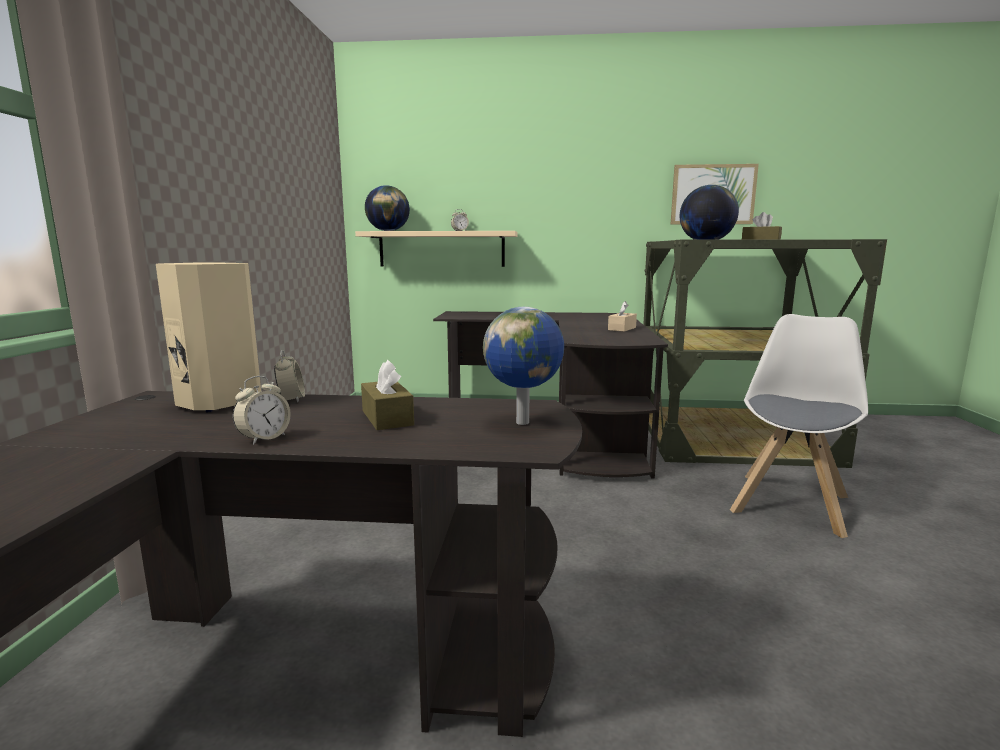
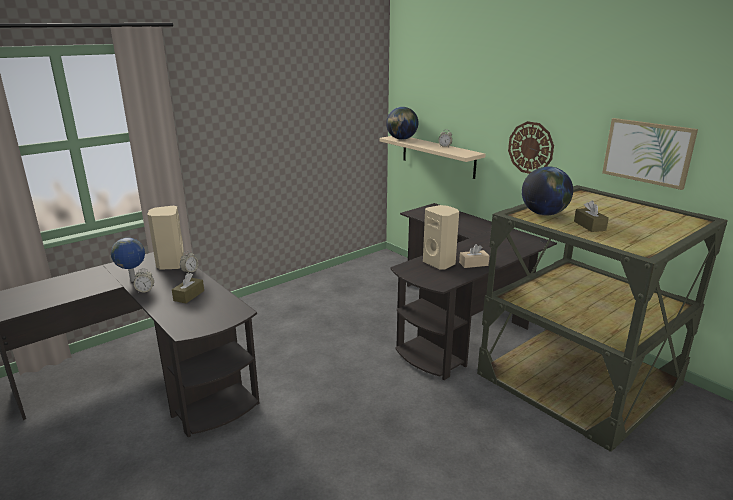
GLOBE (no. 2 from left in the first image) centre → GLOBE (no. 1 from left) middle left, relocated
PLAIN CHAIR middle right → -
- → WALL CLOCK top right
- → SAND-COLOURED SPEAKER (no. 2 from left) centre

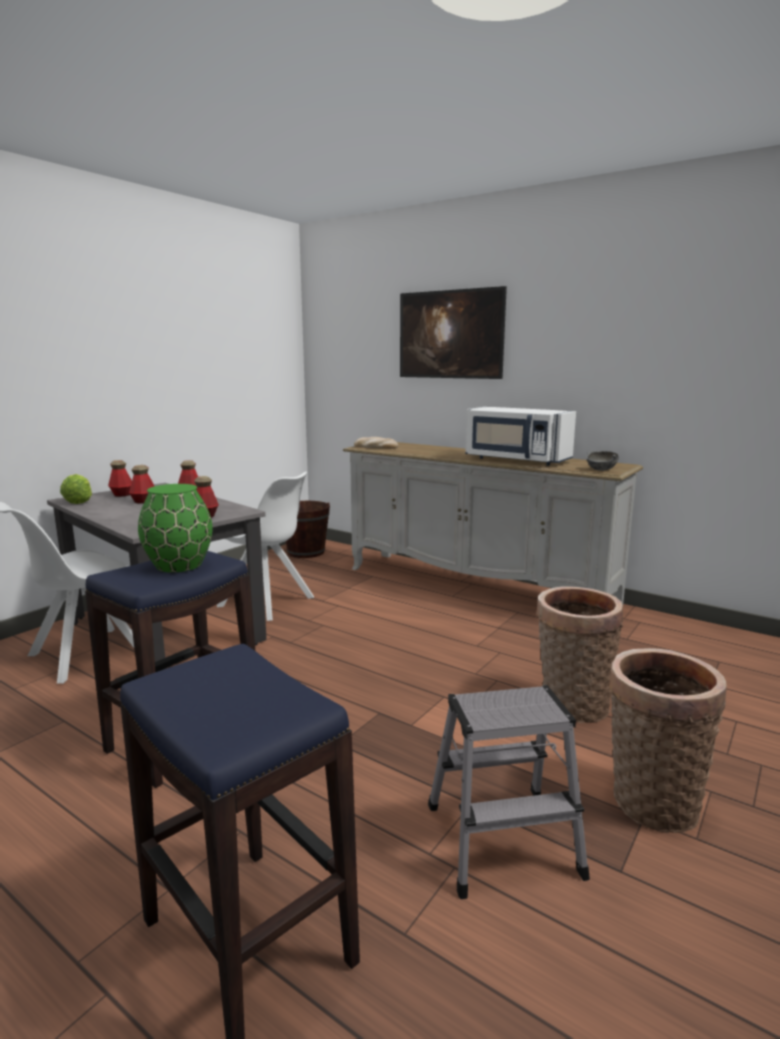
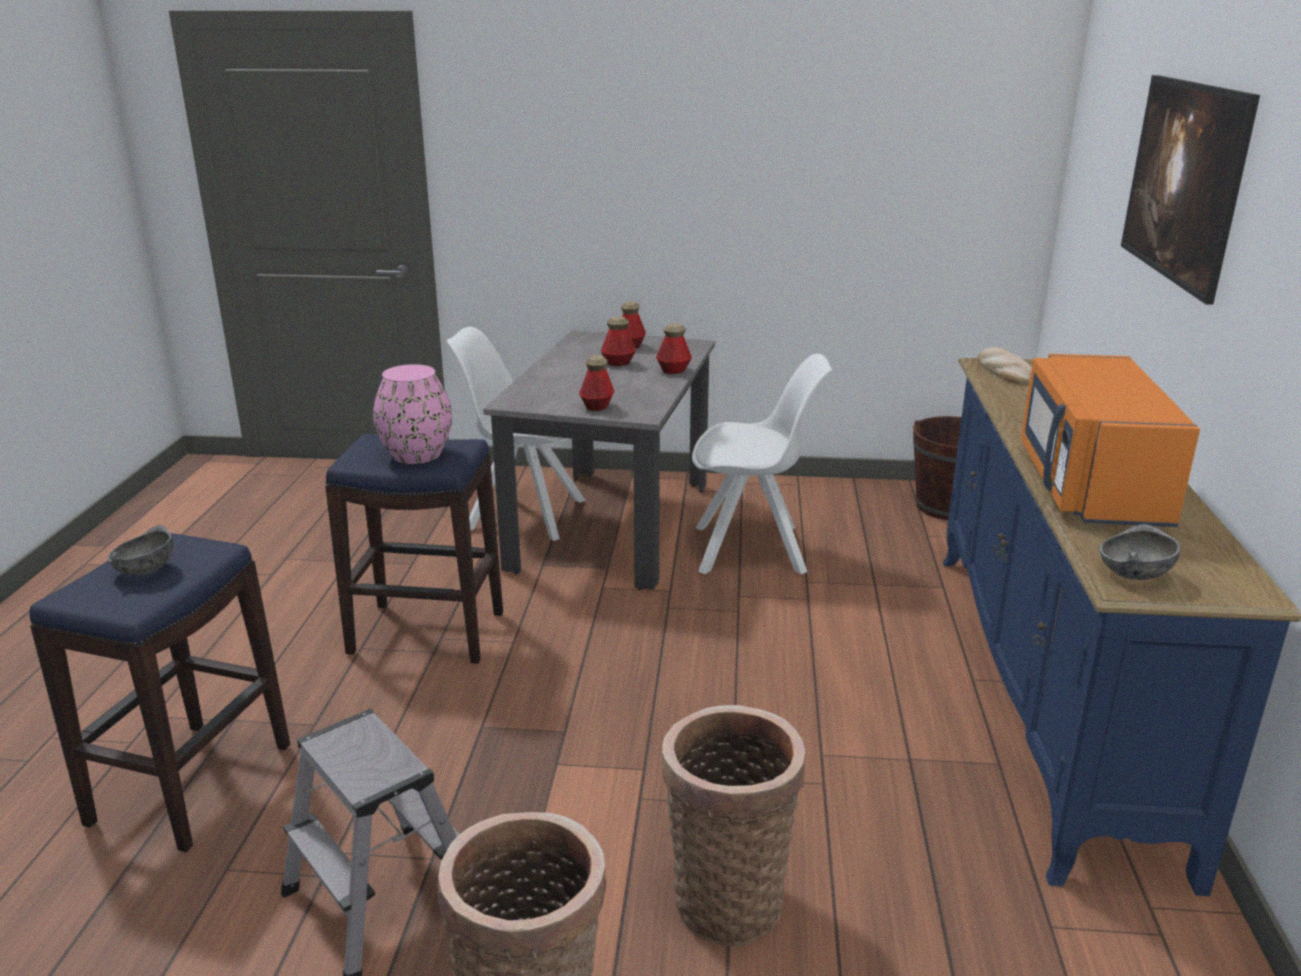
WHITE-COLOURED KITCHEN MICROWAVE middle right → ORANGEY KITCHEN MICROWAVE middle right
GREYISH CUPBOARD centre → BLUE CUPBOARD middle right
WHITE-COLOURED PLAIN CHAIR (no. 2 from left) centre, 90 degrees counterclockwise
LETTUCE HEAD middle left → -
GREEN-COLOURED DECORATIVE VASE middle left → PINKISH DECORATIVE VASE middle left
- → GREYISH SERVING BOWL (no. 1 from left) middle left

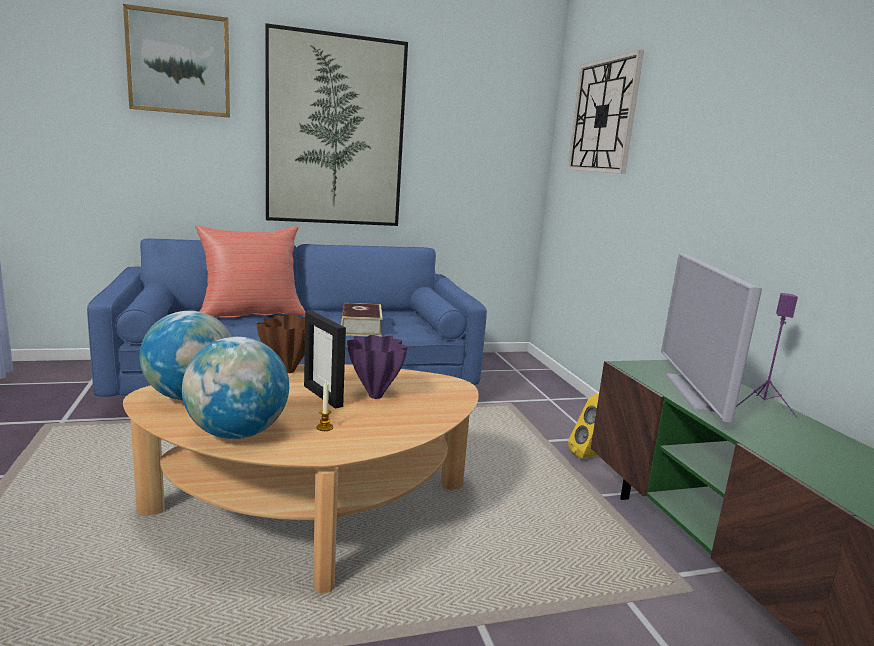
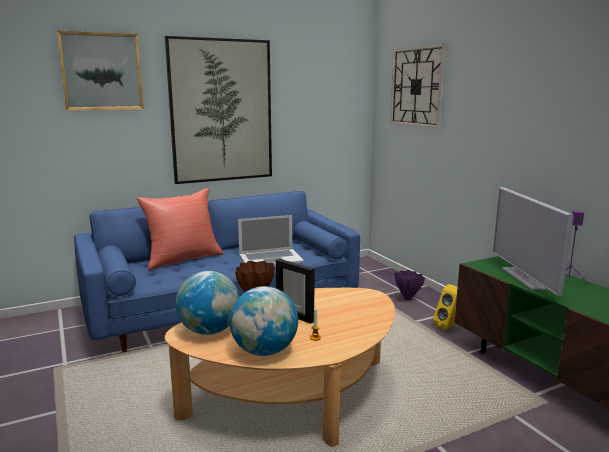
VOLUME centre → NOTEBOOK COMPUTER centre
PURPLE-COLOURED DECORATIVE VASE centre → PURPLE-COLOURED DECORATIVE VASE middle right, relocated

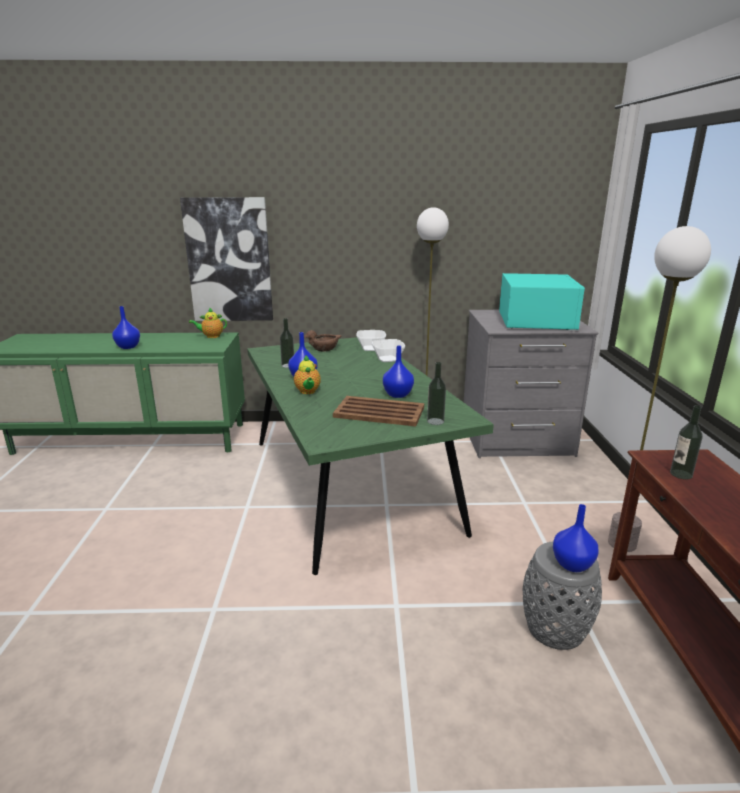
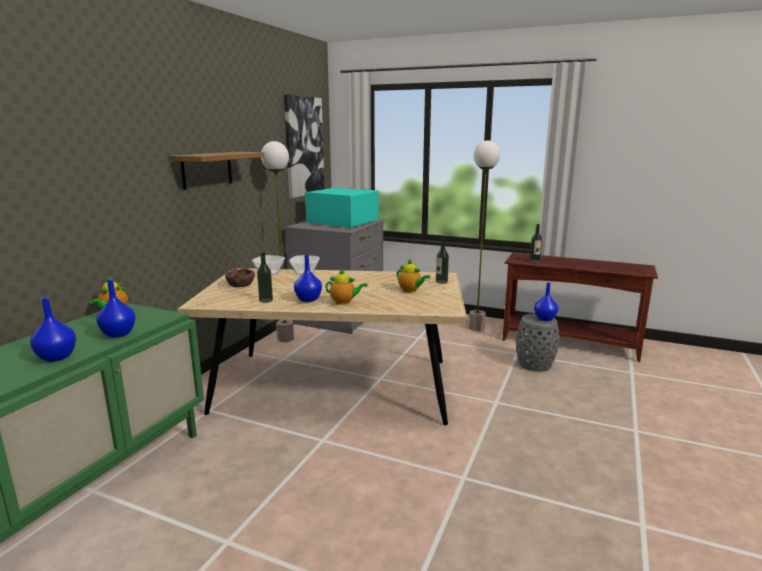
WALL ART top left → WALL ART top centre, relocated
GREEN-COLOURED DINNER TABLE centre → SAND-COLOURED DINNER TABLE centre
BLUE DECORATIVE VASE (no. 3 from left in the first image) centre → BLUE DECORATIVE VASE (no. 2 from left) middle left, relocated
BROWN SERVING TRAY centre → TEA POT (no. 3 from left) centre
- → SHELF top left

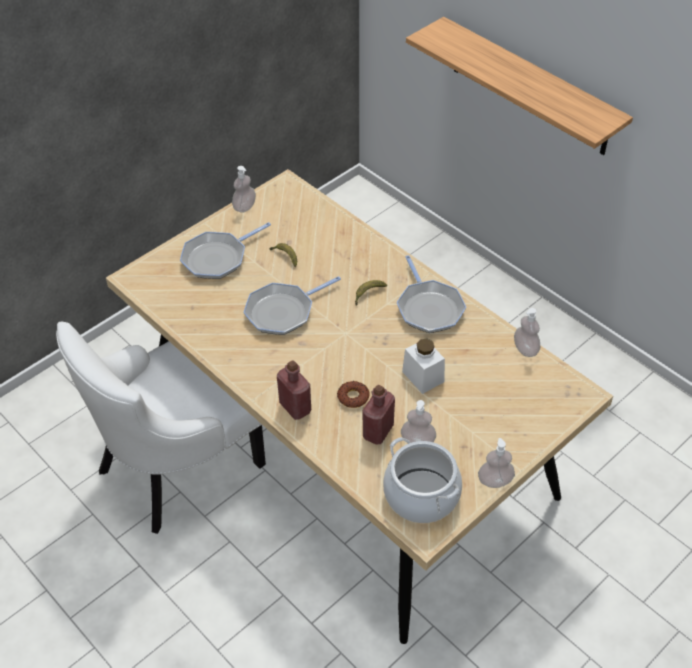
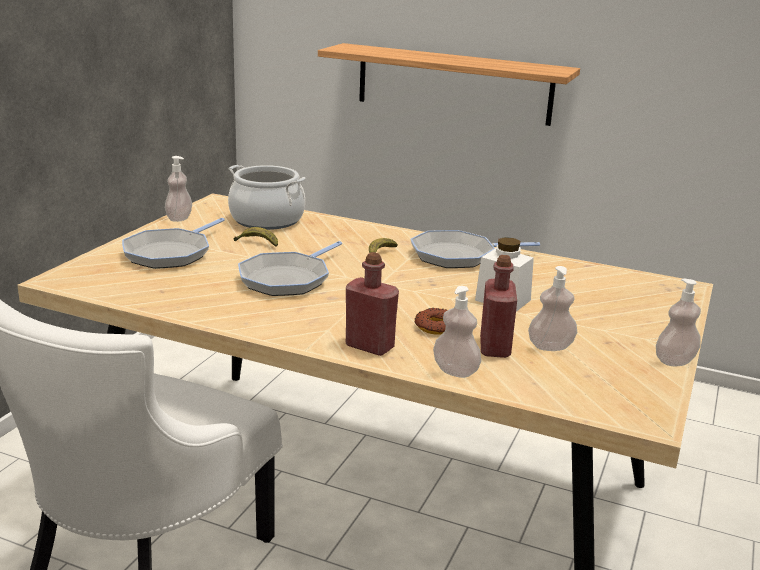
PAN (no. 3 from left) centre, 120 degrees clockwise
SOAP DISPENSER (no. 4 from left in the first image) middle right → SOAP DISPENSER (no. 2 from left) centre, relocated
COOKING POT bottom centre → COOKING POT centre, relocated

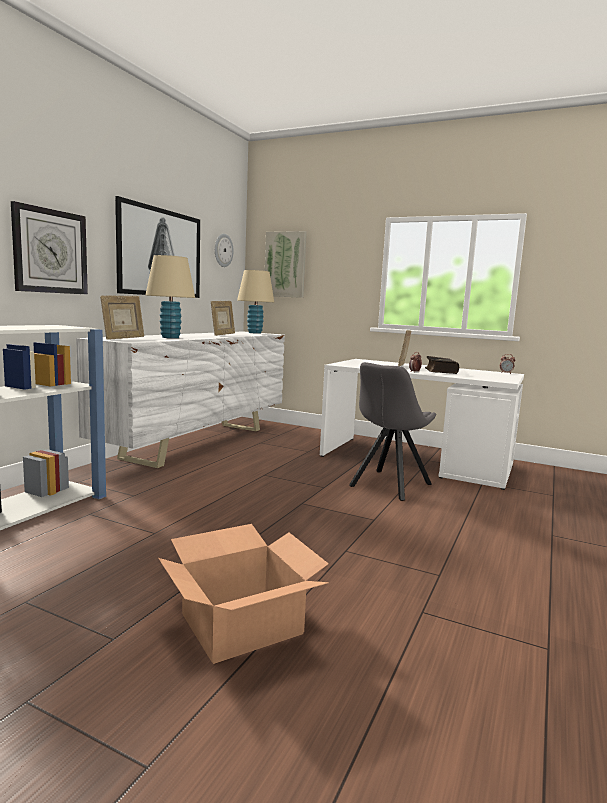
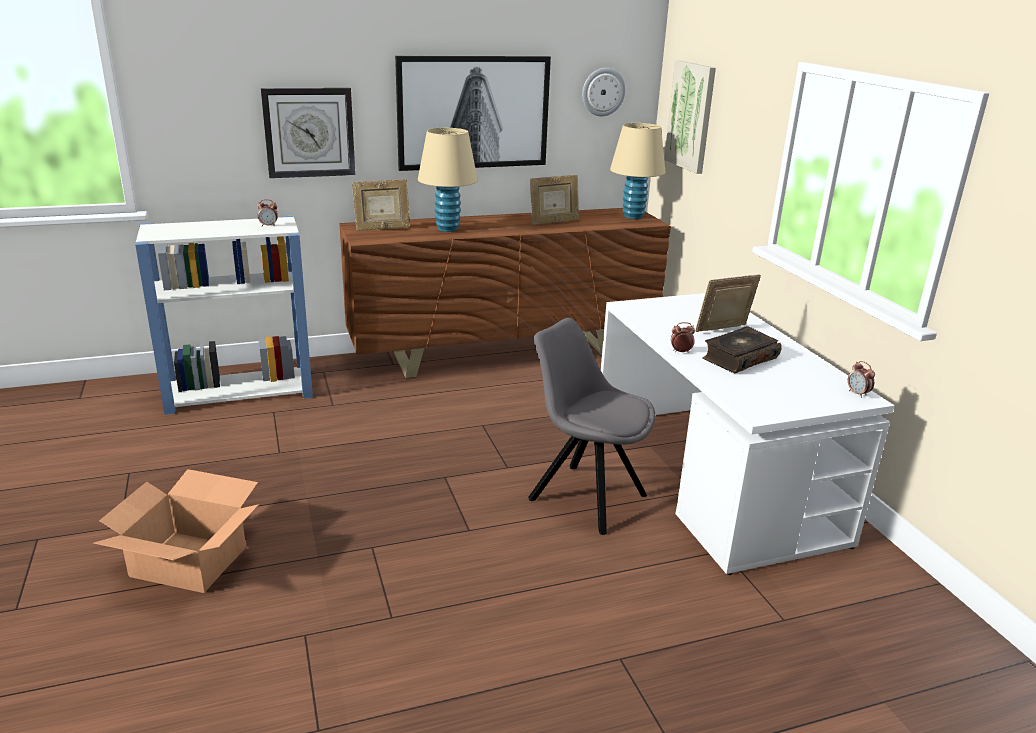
WHITE-COLOURED CUPBOARD middle left → BROWN CUPBOARD centre
GREYISH PLAIN CHAIR centre, 45 degrees clockwise
- → BEDSIDE CLOCK (no. 1 from left) top left

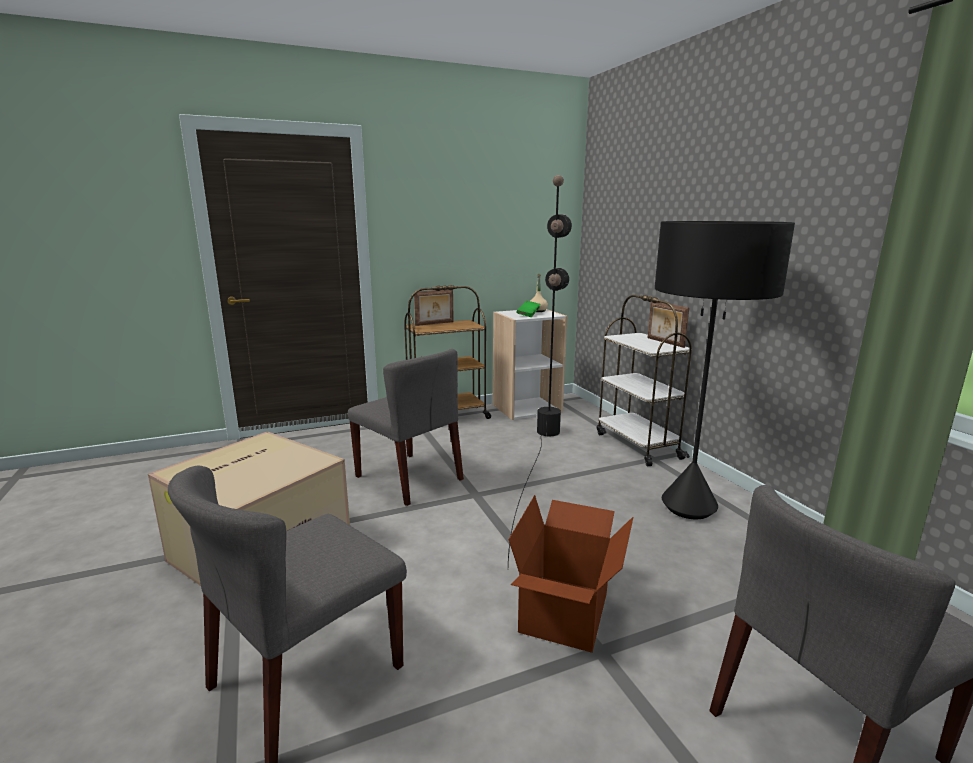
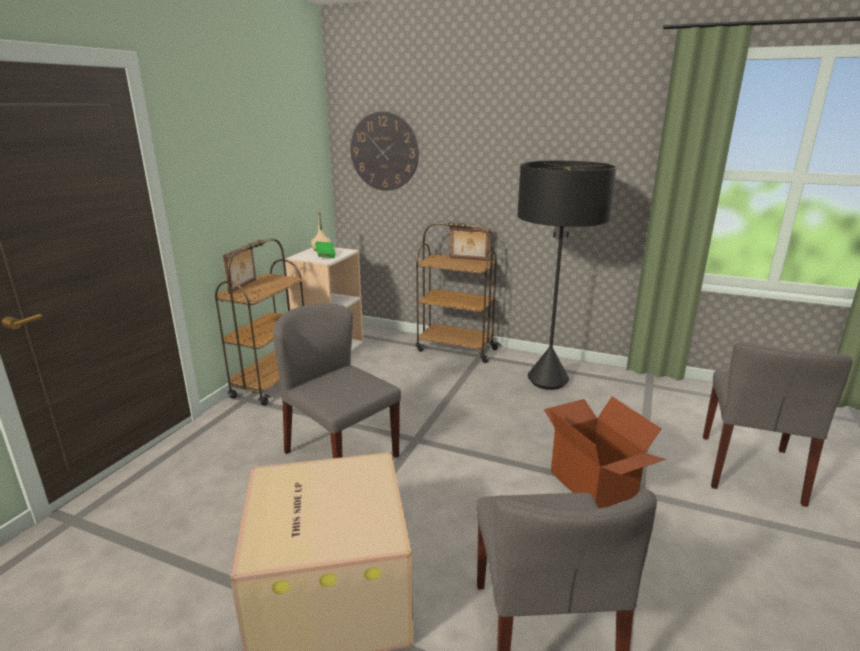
BLACK-COLOURED STANDARD LAMP (no. 1 from left) centre → -
WHITE-COLOURED TROLLEY centre → BROWN TROLLEY (no. 2 from left) centre
GREYISH PLAIN CHAIR (no. 2 from left in the first image) centre → GREYISH PLAIN CHAIR (no. 1 from left) centre, 135 degrees counterclockwise
- → WALL CLOCK top centre

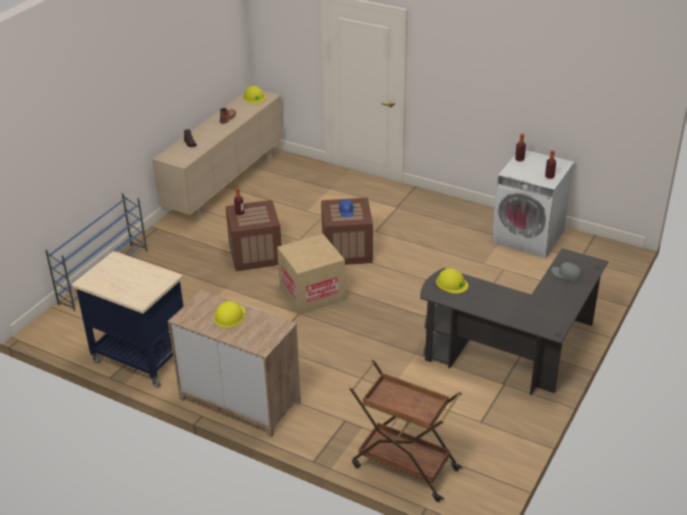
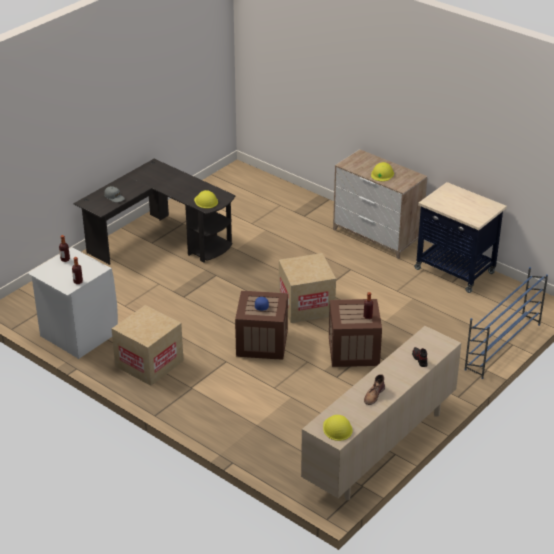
BROWN TROLLEY bottom centre → -
- → CARDBOARD BOX (no. 1 from left) middle left

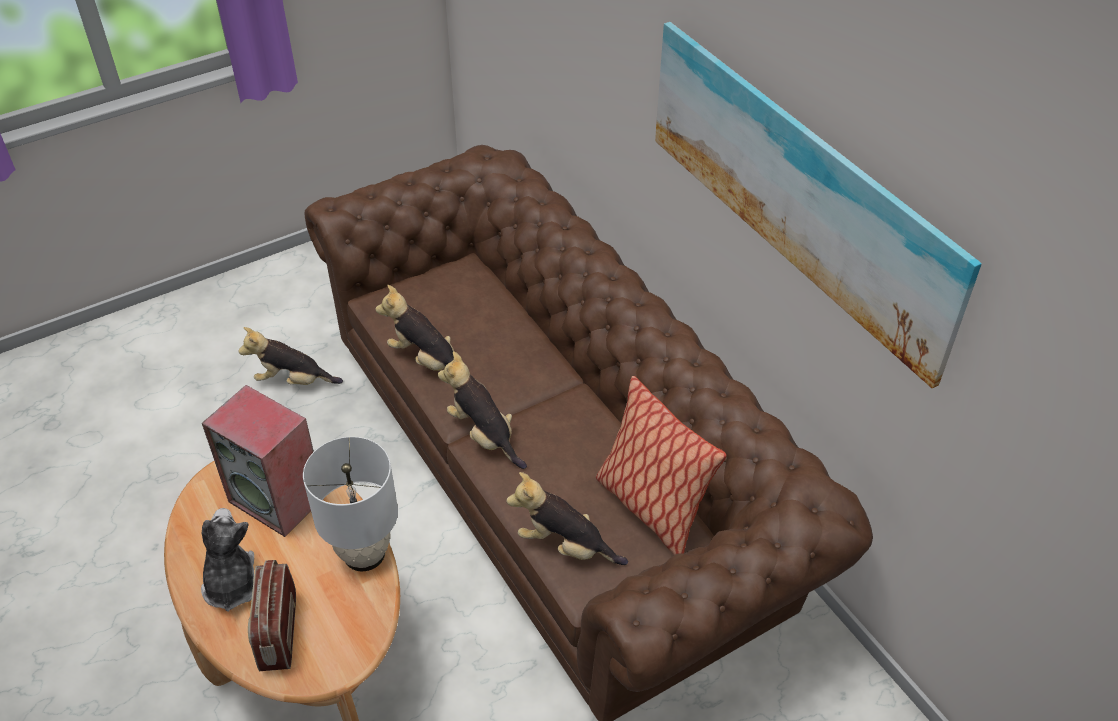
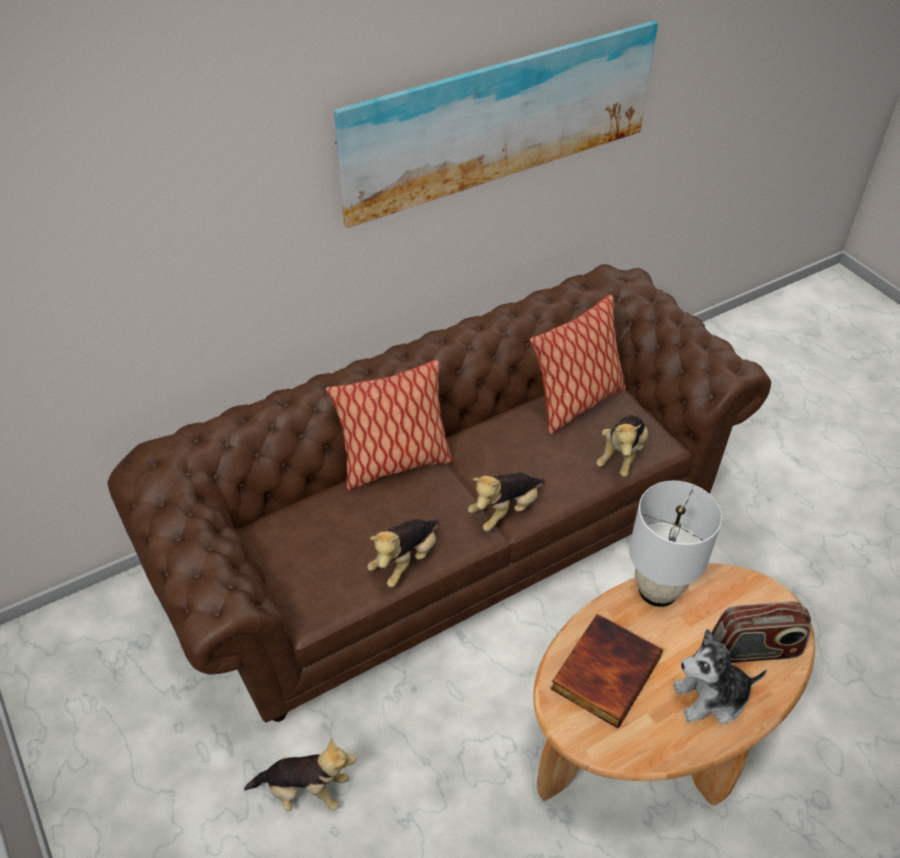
PLUSH TOY (no. 2 from left in the first image) middle left → PLUSH TOY (no. 1 from left) bottom centre, 90 degrees counterclockwise
SPEAKER middle left → VOLUME bottom right
- → THROW PILLOW (no. 1 from left) centre

